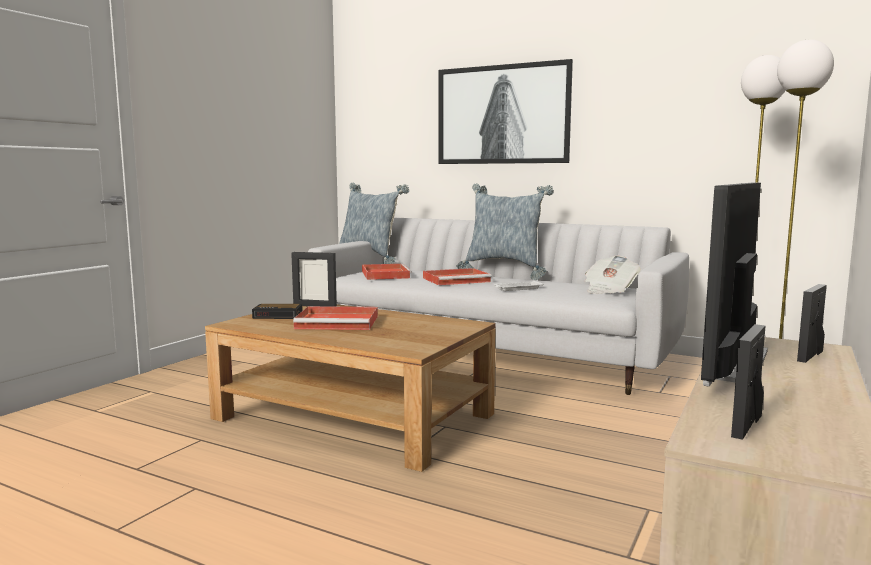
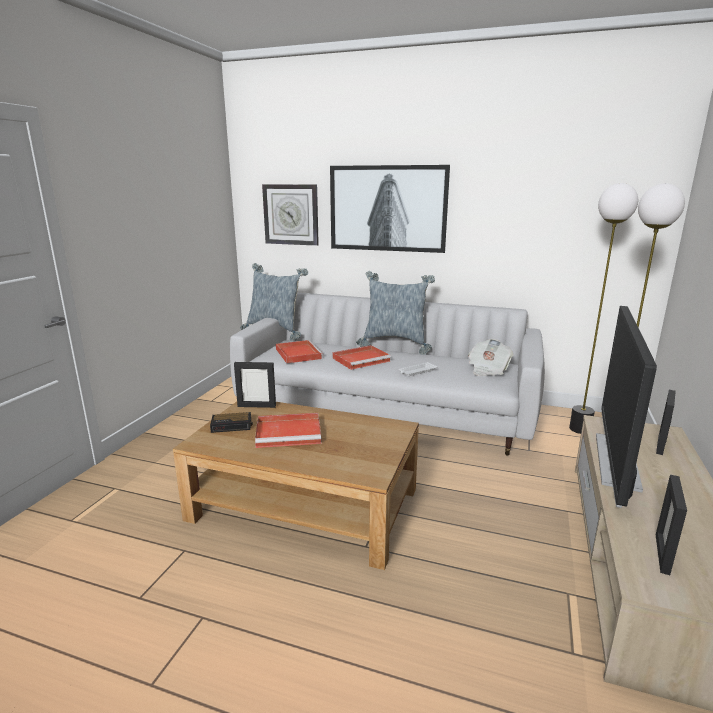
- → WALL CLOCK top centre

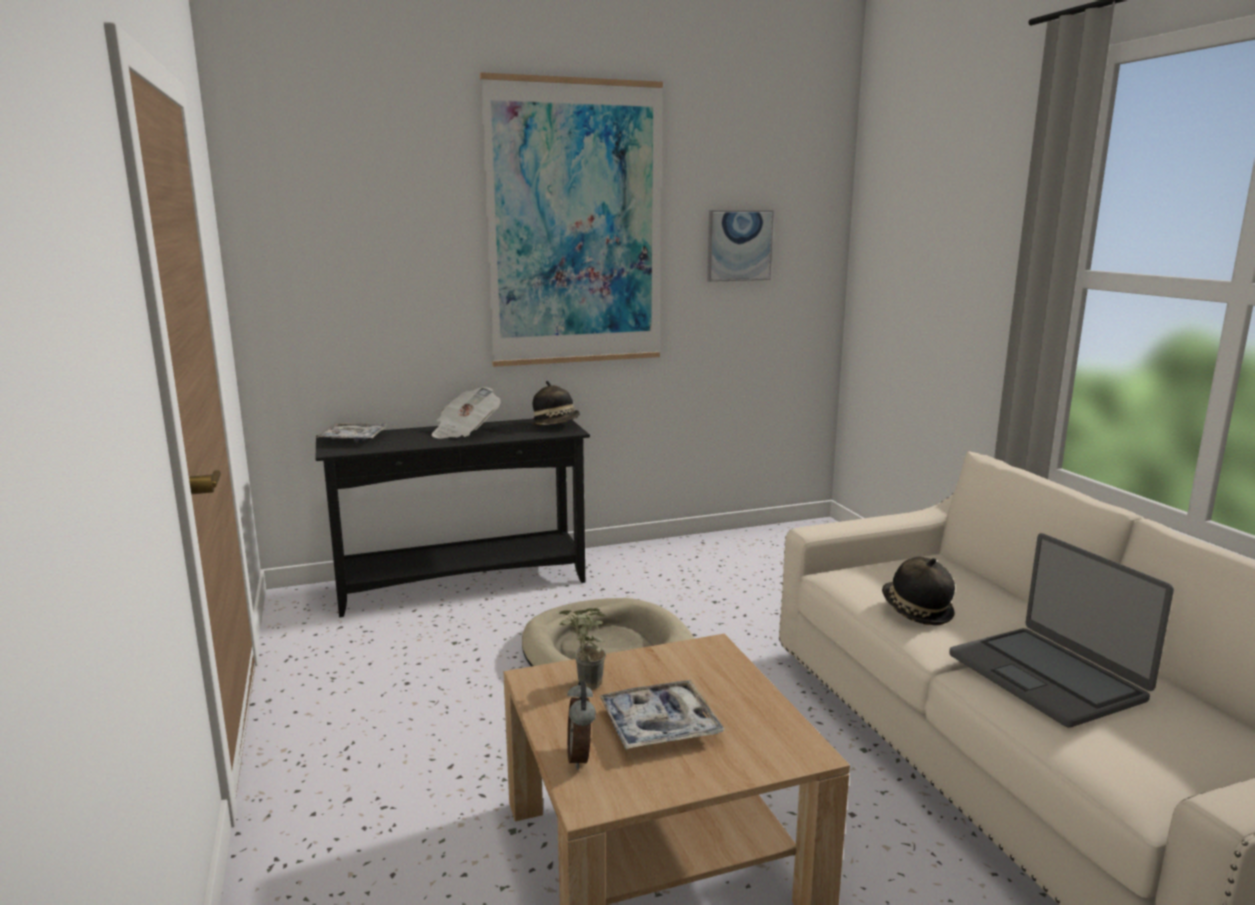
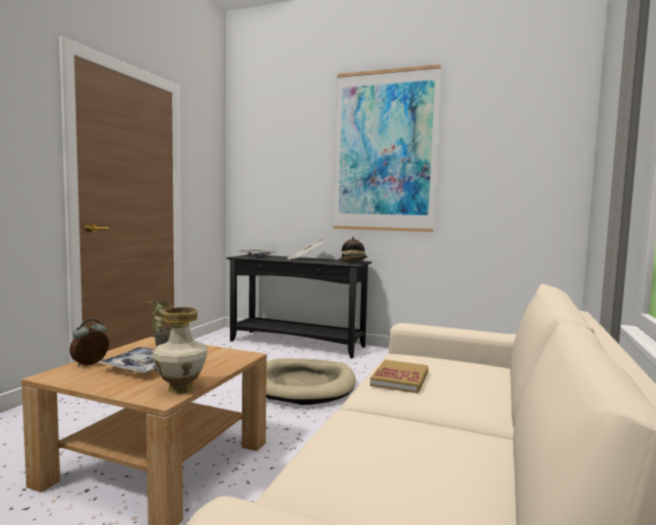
WALL ART (no. 2 from left) top centre → -
NOTEBOOK COMPUTER bottom right → -
HAT (no. 2 from left) middle right → VOLUME bottom centre
- → DECORATIVE VASE bottom left

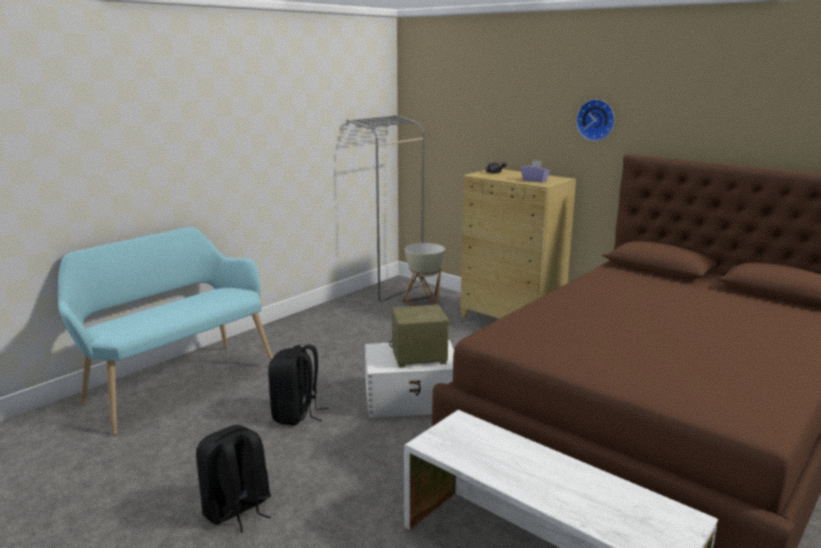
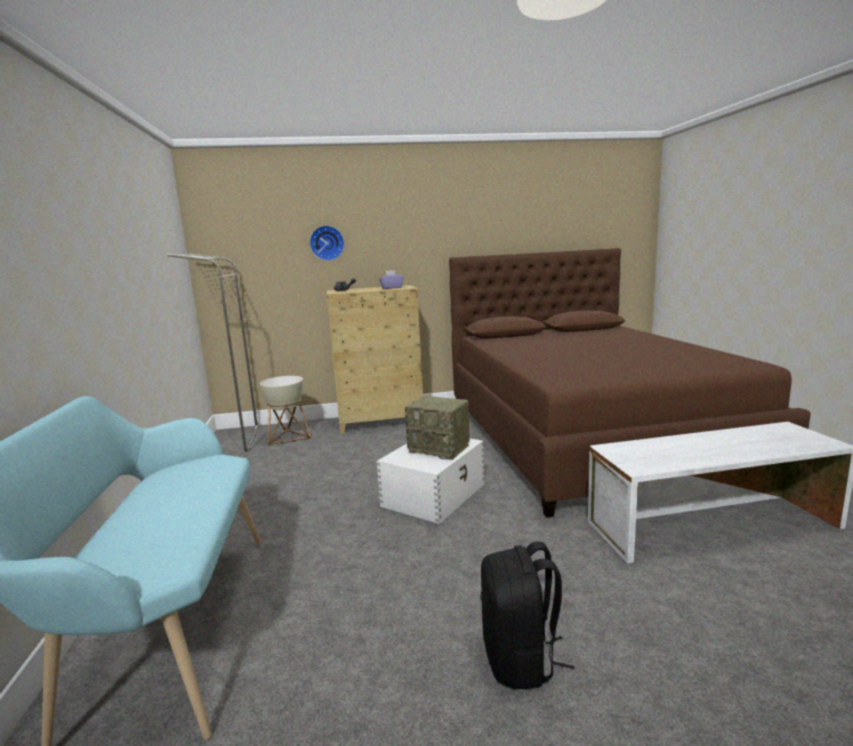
WALL CLOCK top right → WALL CLOCK top centre, relocated
RADIO centre, 90 degrees counterclockwise
BLACK-COLOURED KNAPSACK (no. 2 from left) bottom centre → -

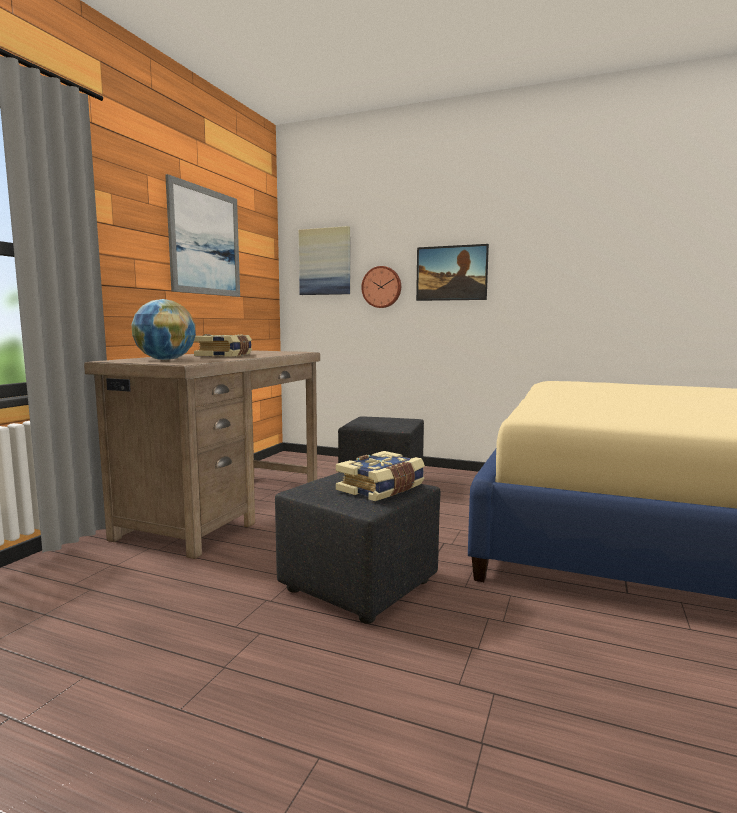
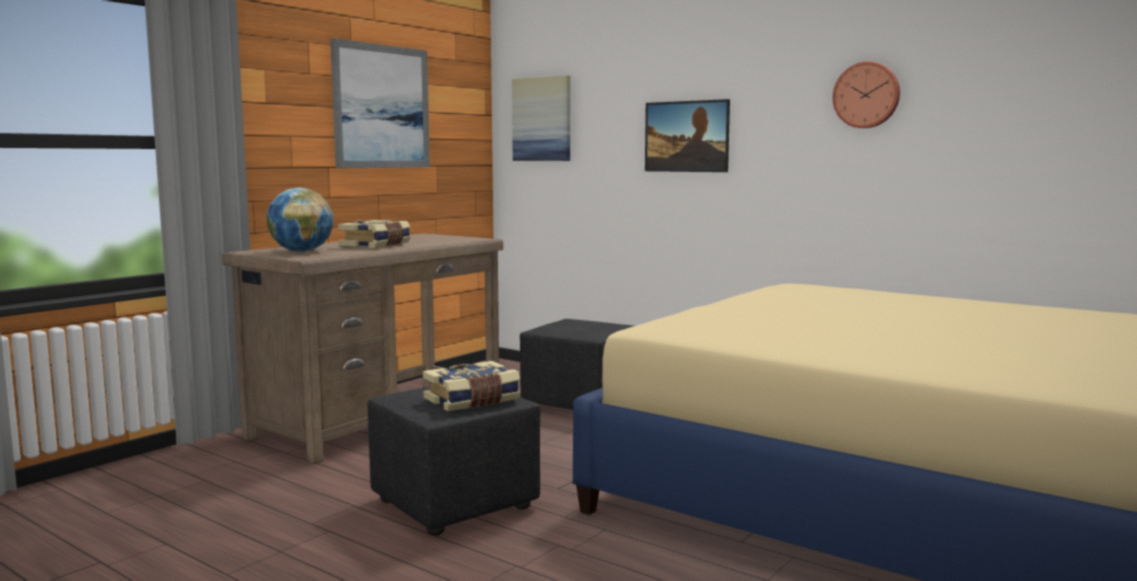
WALL CLOCK centre → WALL CLOCK top right, relocated

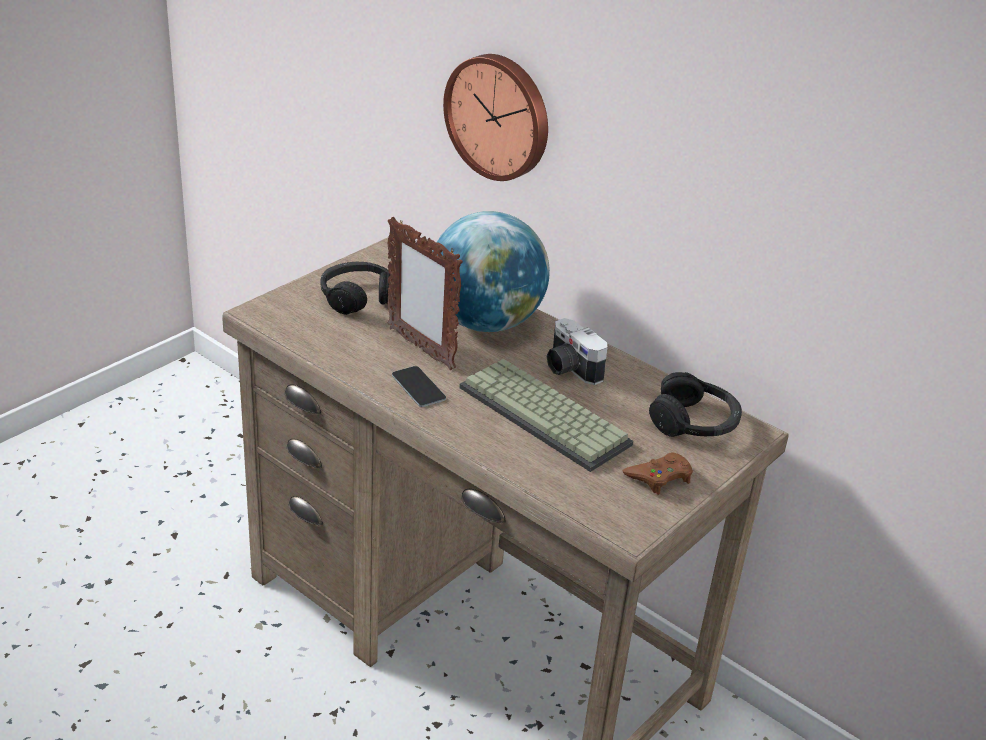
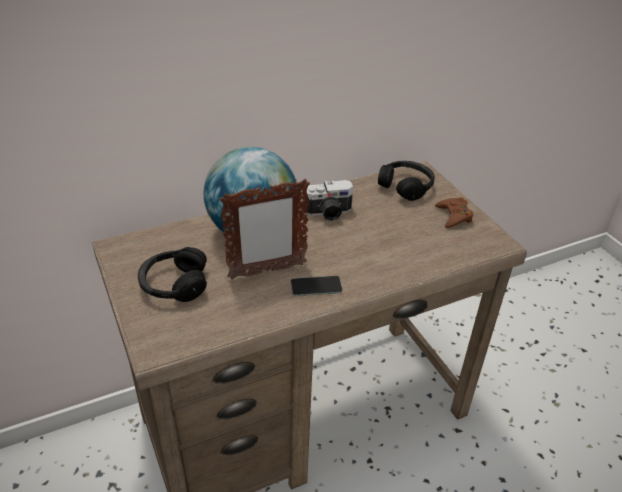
WALL CLOCK top centre → -
COMPUTER KEYBOARD centre → -

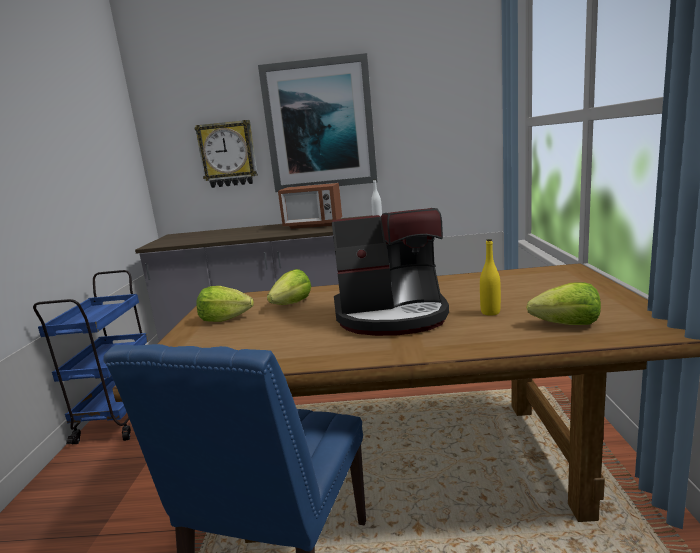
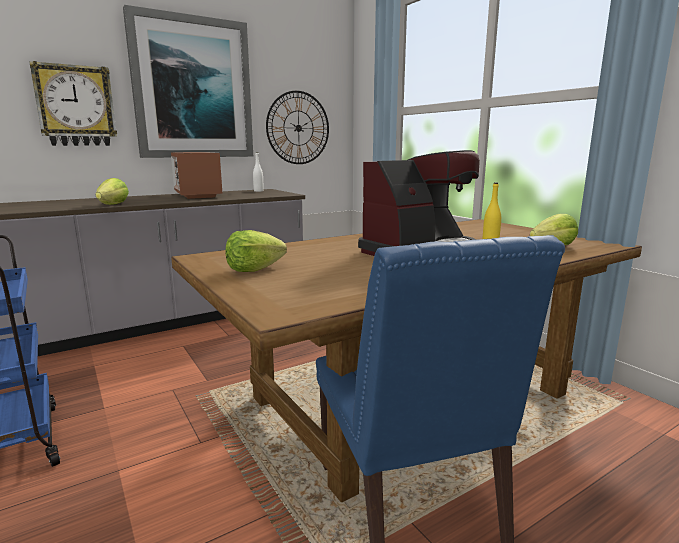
KITCHEN MICROWAVE centre → KITCHEN MICROWAVE top left, 90 degrees clockwise
LETTUCE HEAD (no. 2 from left in the first image) centre → LETTUCE HEAD (no. 1 from left) middle left, relocated
- → WALL CLOCK (no. 2 from left) top centre

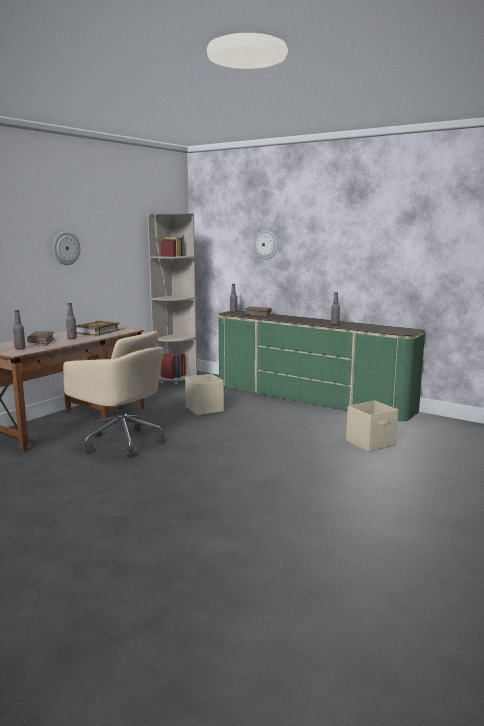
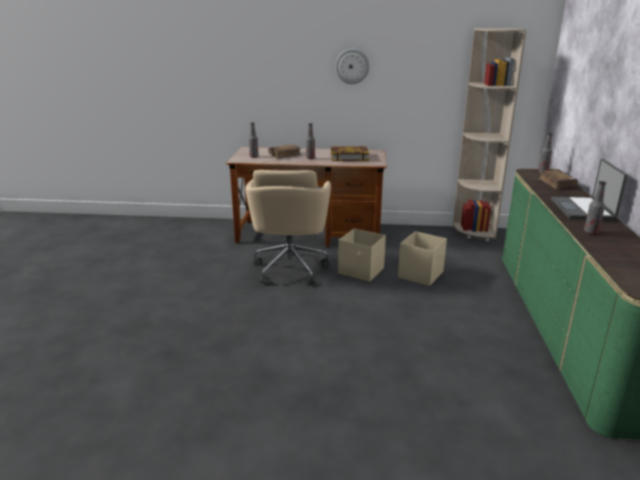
WALL CLOCK (no. 2 from left) centre → -
SAND-COLOURED STORAGE BOX (no. 2 from left in the first image) middle right → SAND-COLOURED STORAGE BOX (no. 1 from left) centre, relocated
- → NOTEBOOK COMPUTER middle right

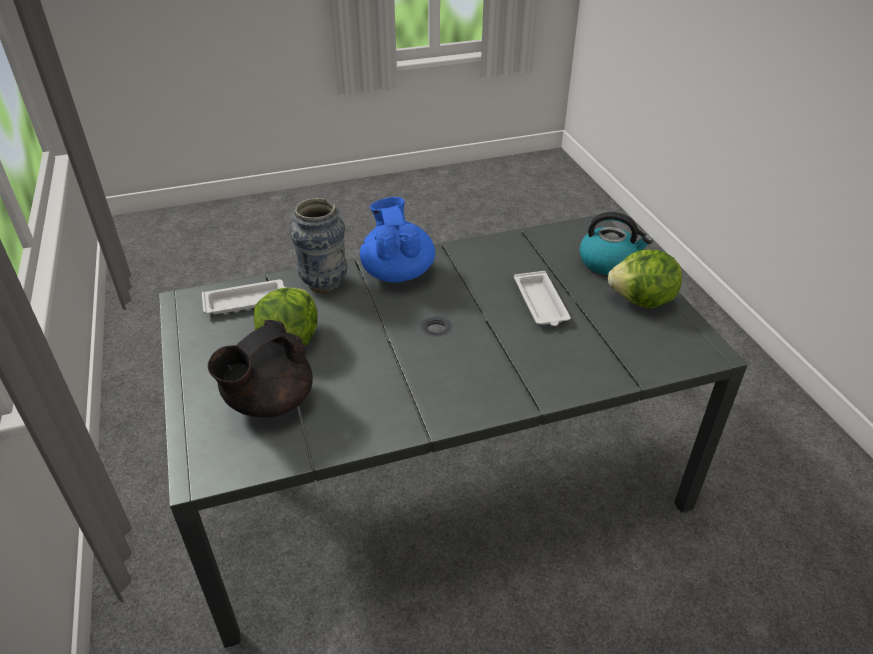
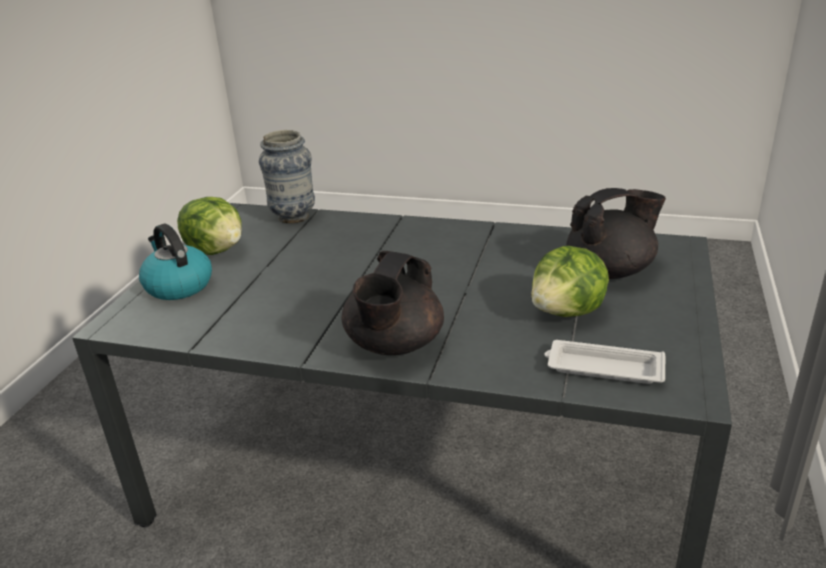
BLUE TEA POT centre → BLACK-COLOURED TEA POT (no. 1 from left) centre
DECORATIVE VASE centre → DECORATIVE VASE top centre, relocated
WHITE-COLOURED SERVING TRAY (no. 2 from left) centre → -

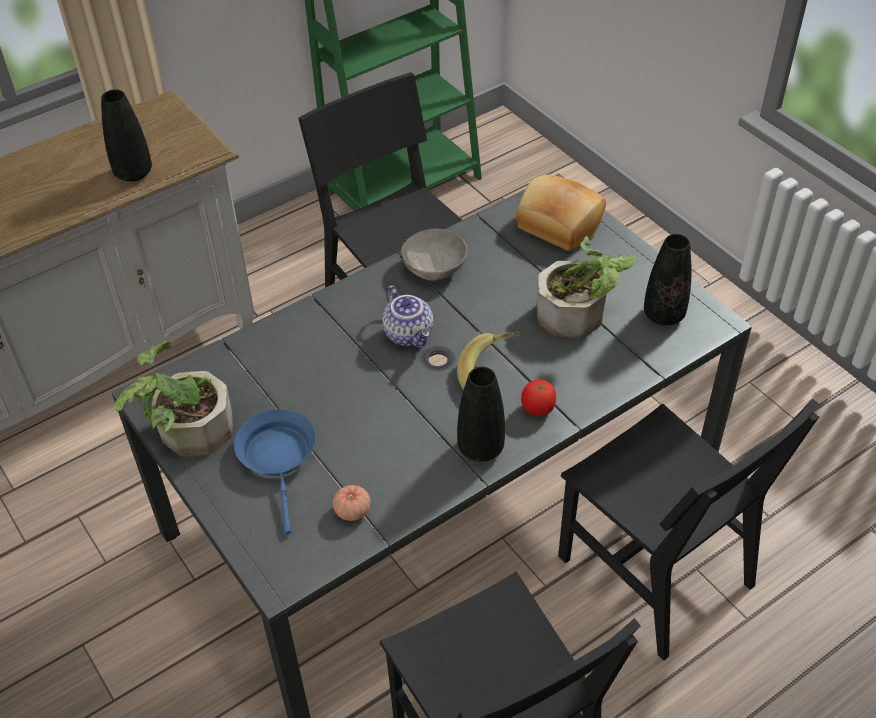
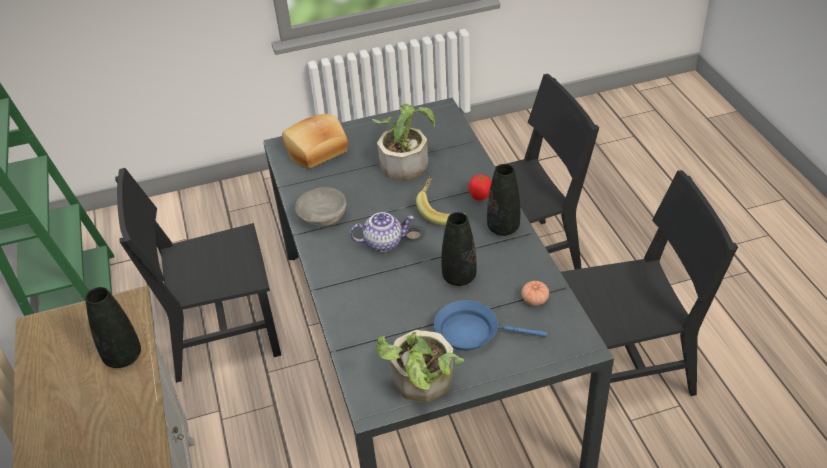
BLACK-COLOURED DECORATIVE VASE (no. 3 from left in the first image) middle right → BLACK-COLOURED DECORATIVE VASE (no. 2 from left) centre, relocated

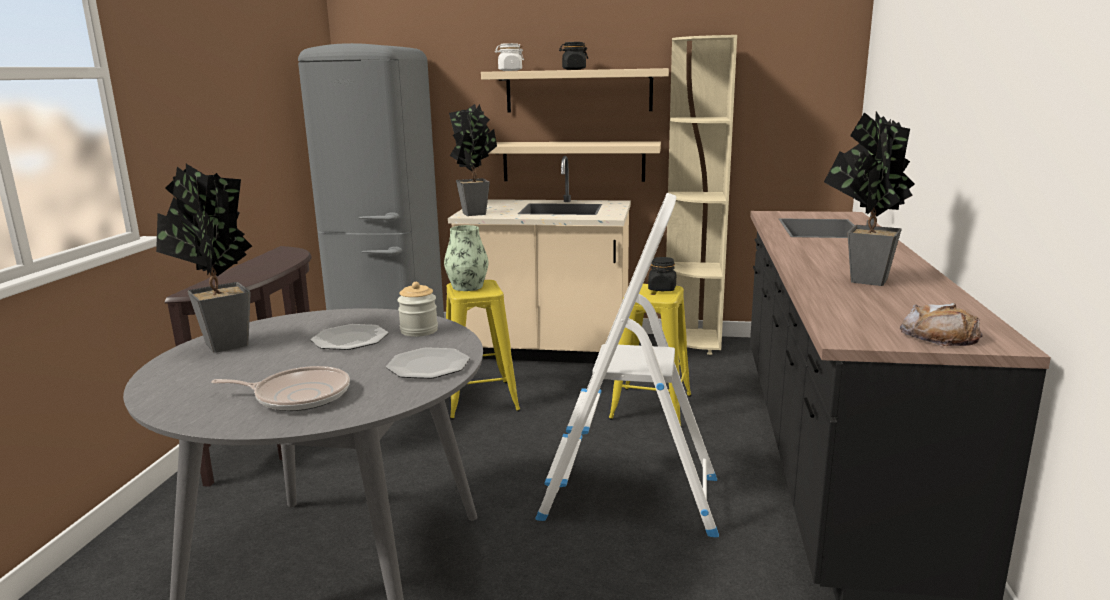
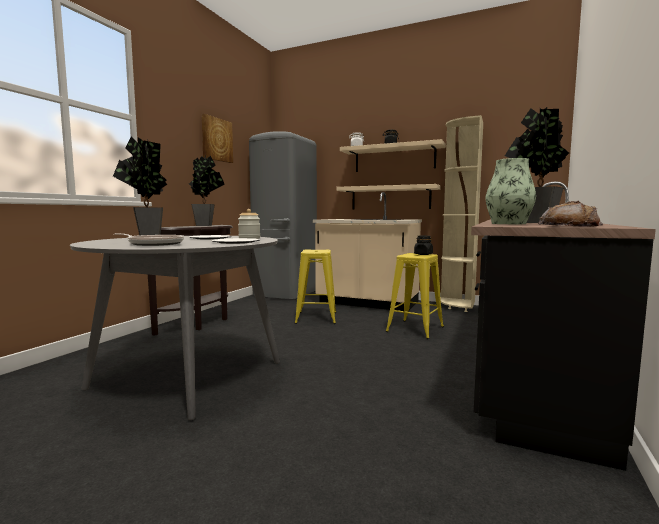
POTTED PLANT (no. 2 from left) top centre → POTTED PLANT (no. 2 from left) middle left, relocated
WHITE-COLOURED STEPLADDER centre → -
DECORATIVE VASE centre → DECORATIVE VASE middle right, relocated
- → WALL ART top left

